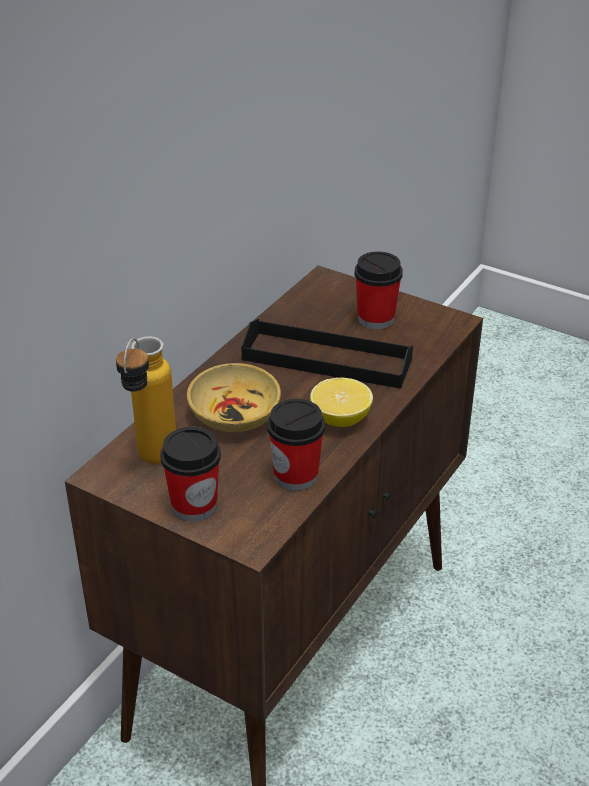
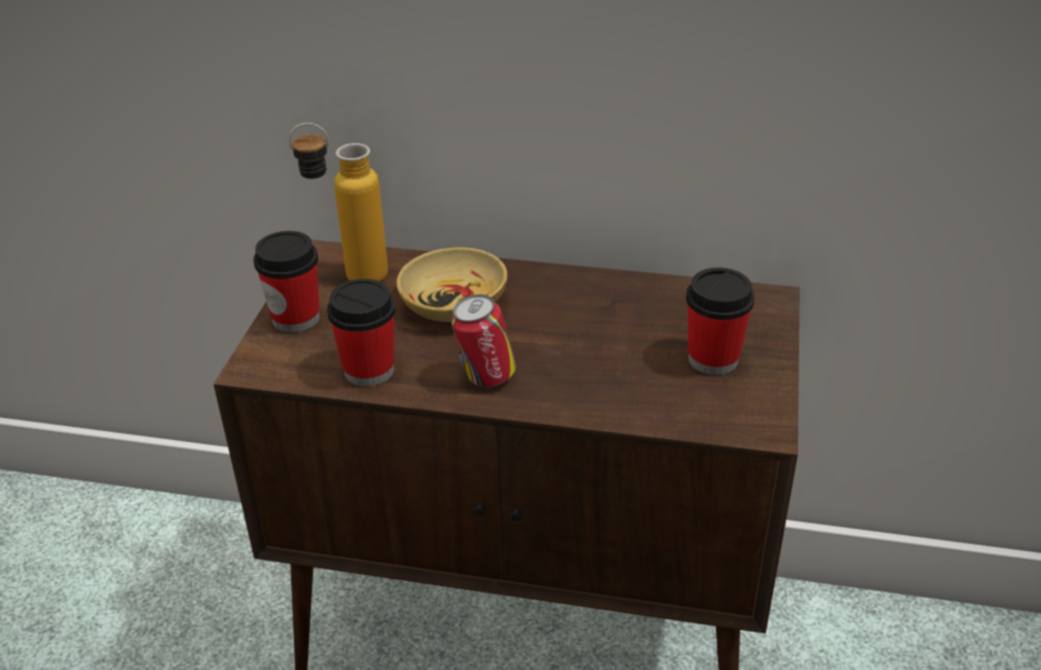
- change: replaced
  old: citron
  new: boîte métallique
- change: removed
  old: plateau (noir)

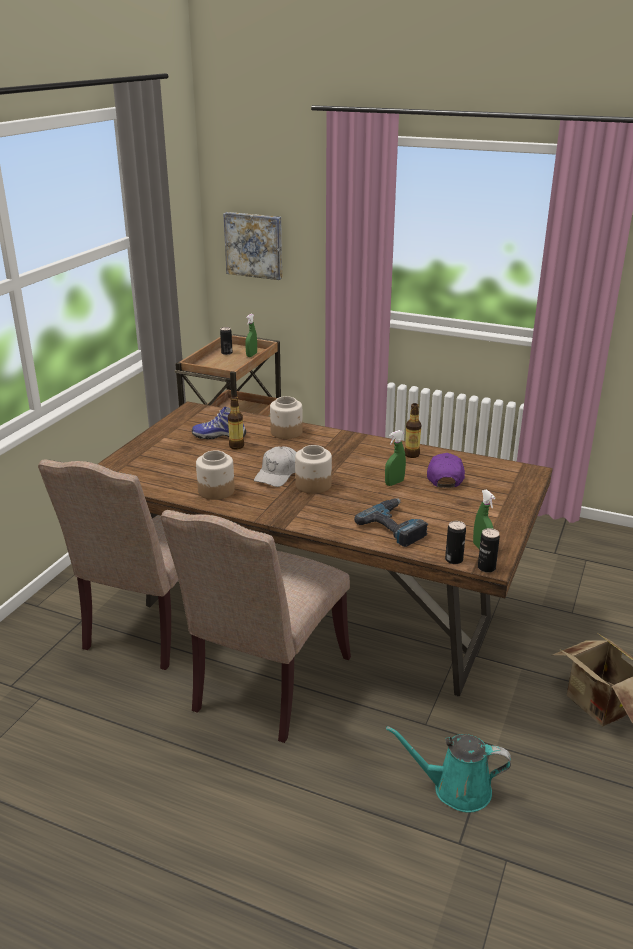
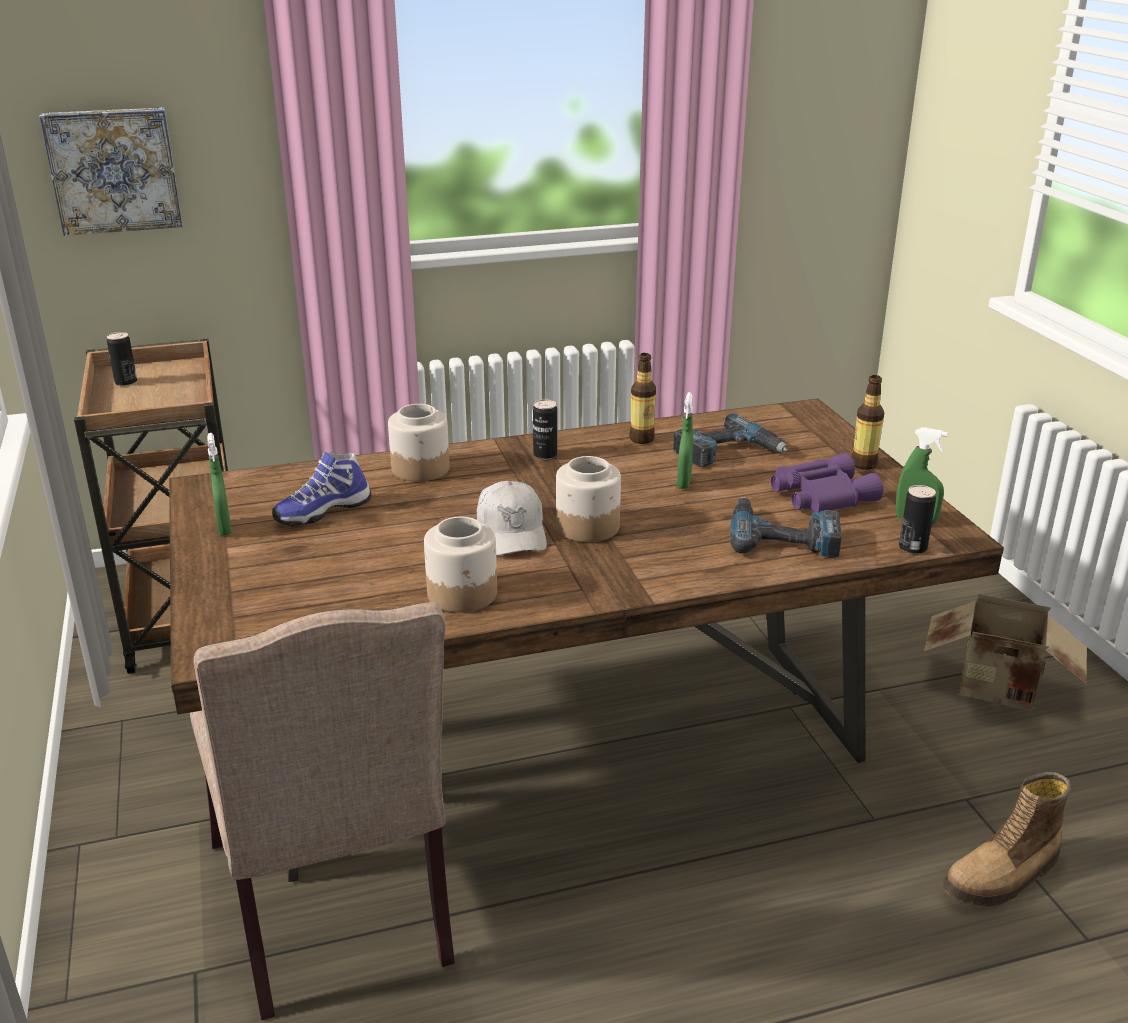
- change: moved
  old: vaporisateur (vert) (1st from left)
- change: moved
  old: boîte métallique (3rd from left in the first image)
  new: boîte métallique (2nd from left)
- change: replaced
  old: casquette (violet)
  new: perceuse (1st from left)
- change: added
  new: jumelles (violet)
- change: moved
  old: bouteille (1st from left in the first image)
  new: bouteille (2nd from left)
- change: replaced
  old: arrosoir (turquoise)
  new: botte
- change: removed
  old: chaise (beige) (2nd from left)

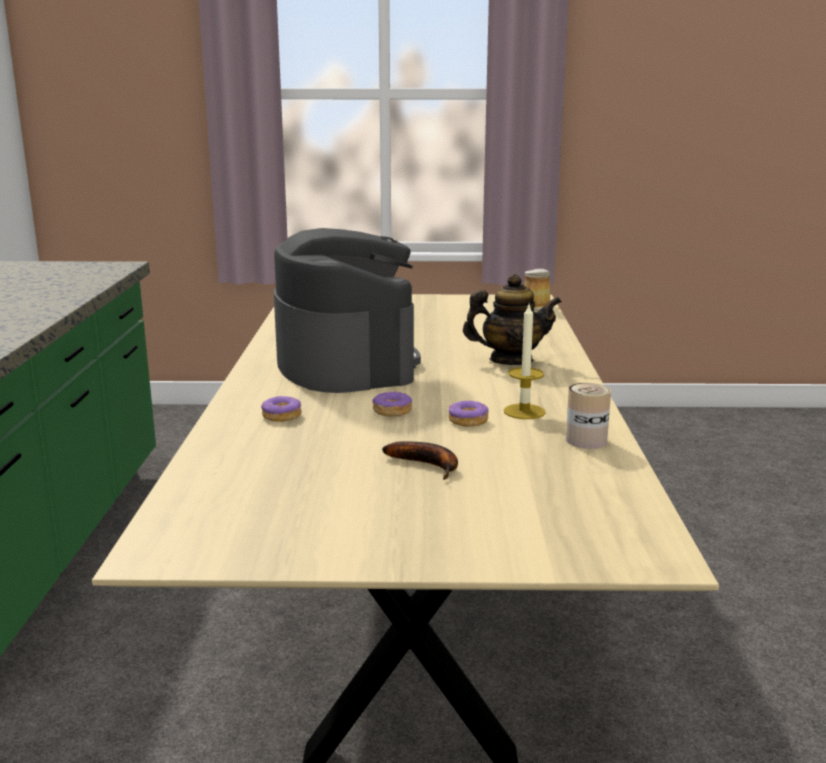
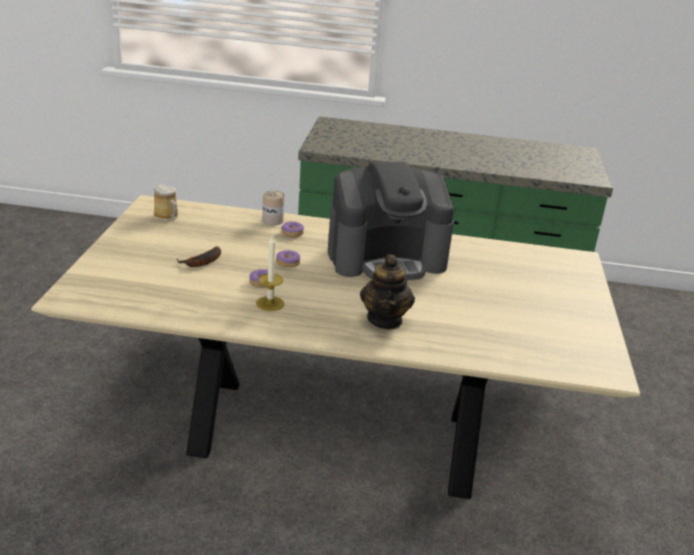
- change: moved
  old: mug
- change: moved
  old: boîte métallique

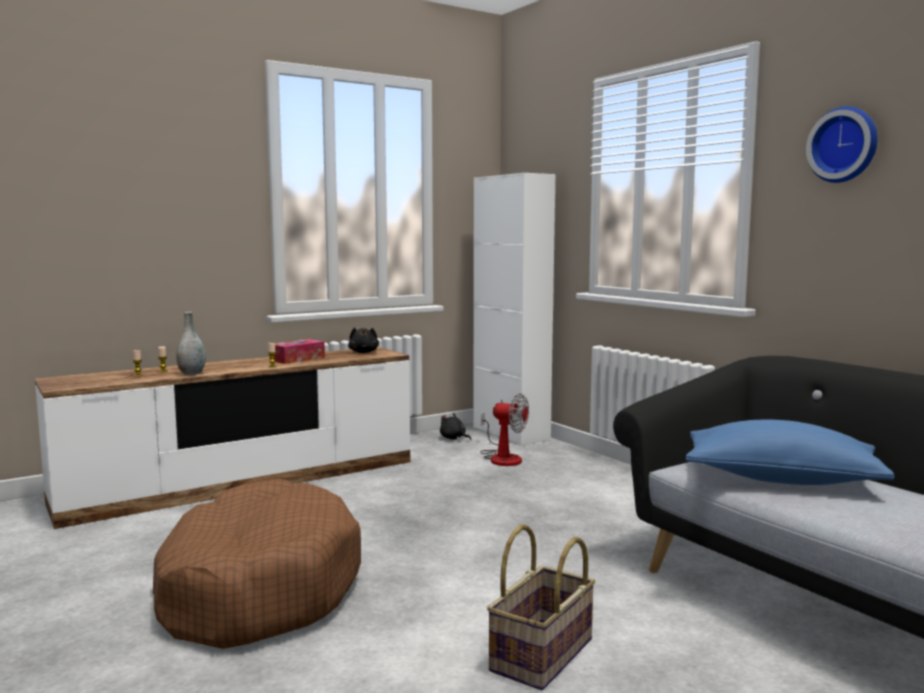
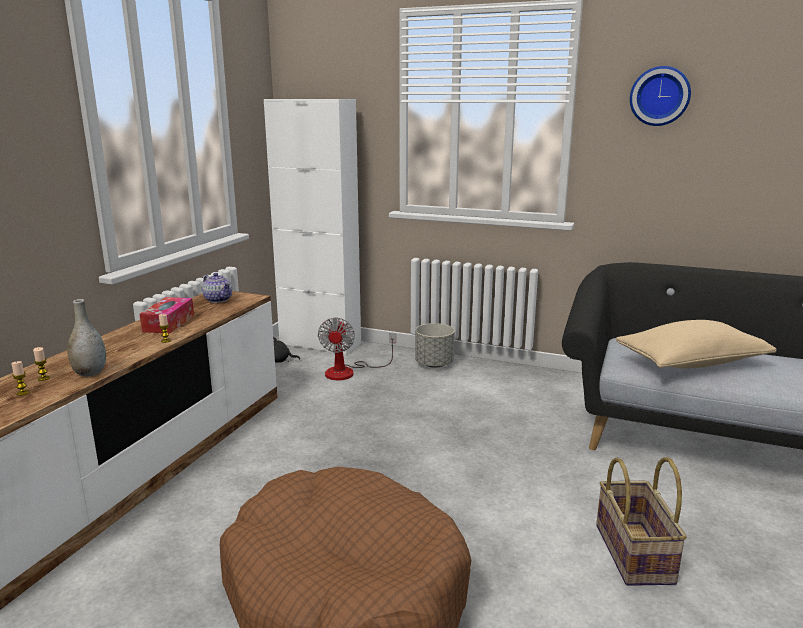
- change: replaced
  old: peluche (noir) (1st from left)
  new: théière
- change: turned
  old: ventilateur
  degrees: 105
- change: added
  new: cache-pot (gris)
- change: recoloured
  old: coussin (bleu)
  new: coussin (beige)

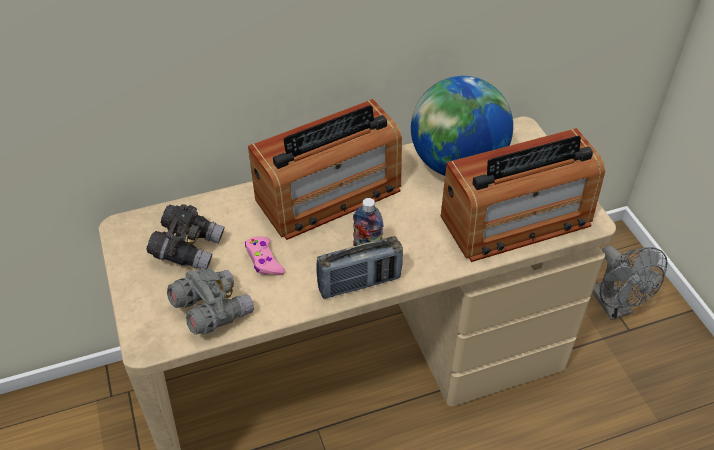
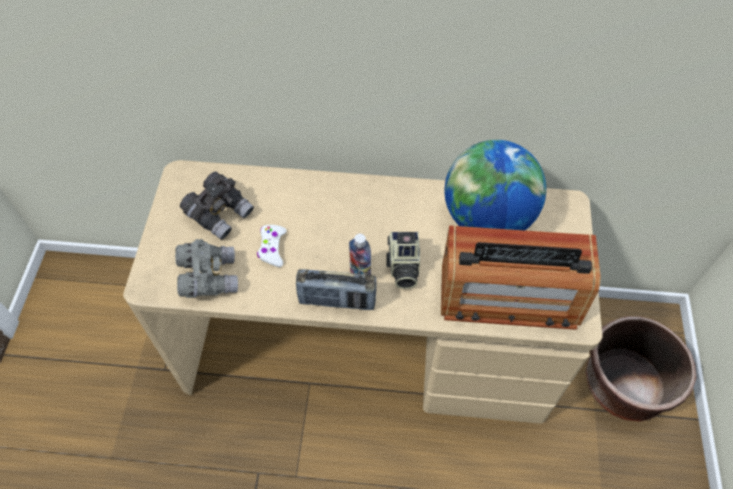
- change: recoloured
  old: manette (rose)
  new: manette (blanc)
- change: added
  new: appareil photo
- change: replaced
  old: ventilateur (gris)
  new: cache-pot (marron)
- change: removed
  old: radio (1st from left)

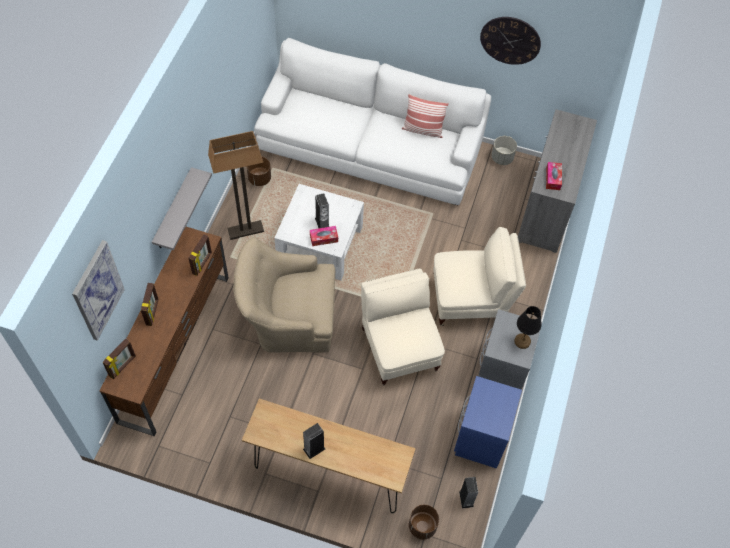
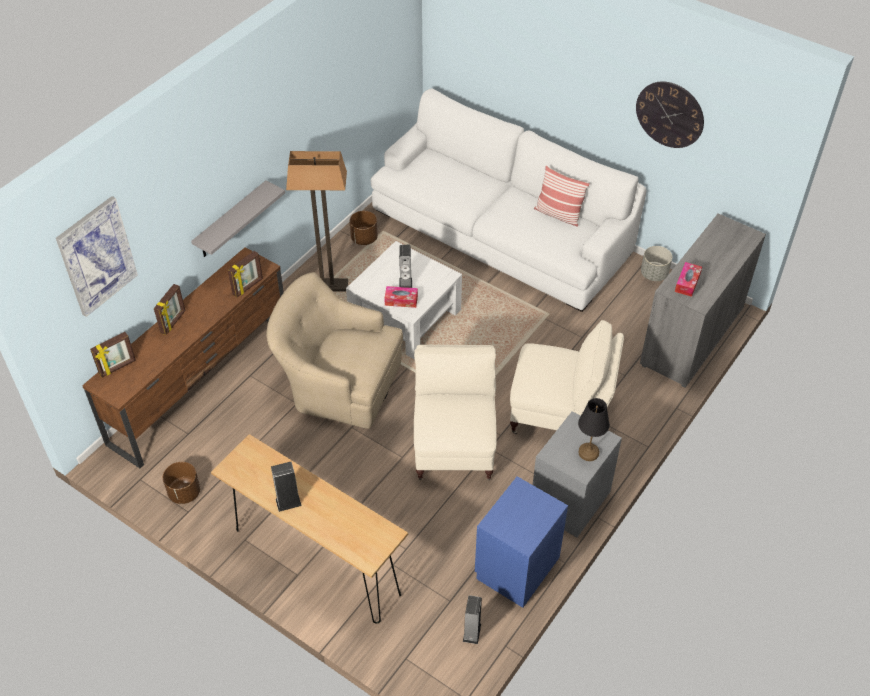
- change: moved
  old: cache-pot (marron) (2nd from left in the first image)
  new: cache-pot (marron) (1st from left)

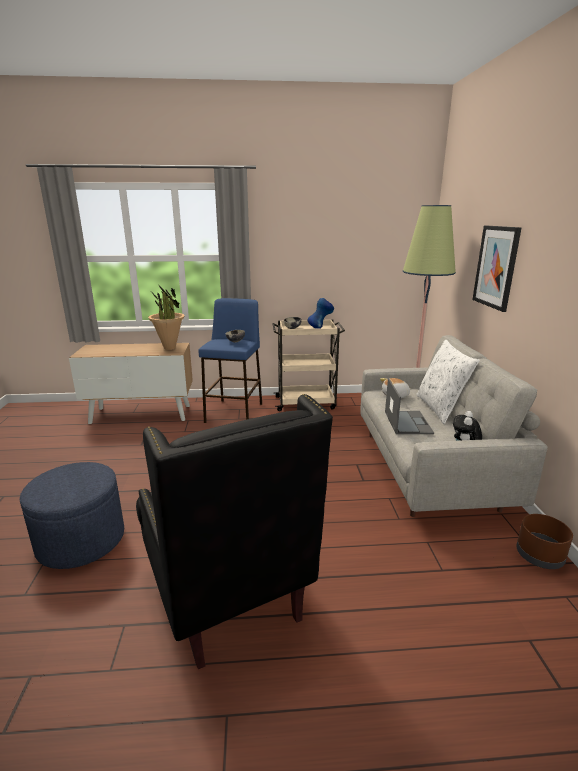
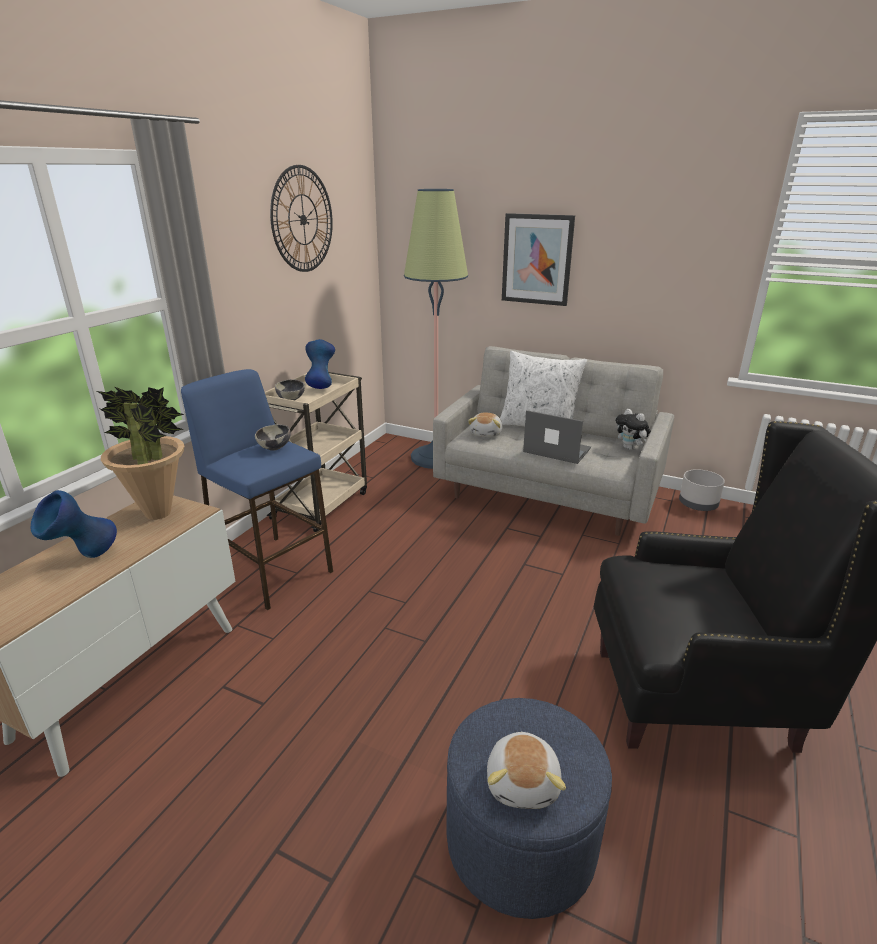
- change: added
  new: vase (bleu) (1st from left)
- change: added
  new: horloge murale
- change: added
  new: peluche (2nd from left)
- change: recoloured
  old: cache-pot (marron)
  new: cache-pot (gris)

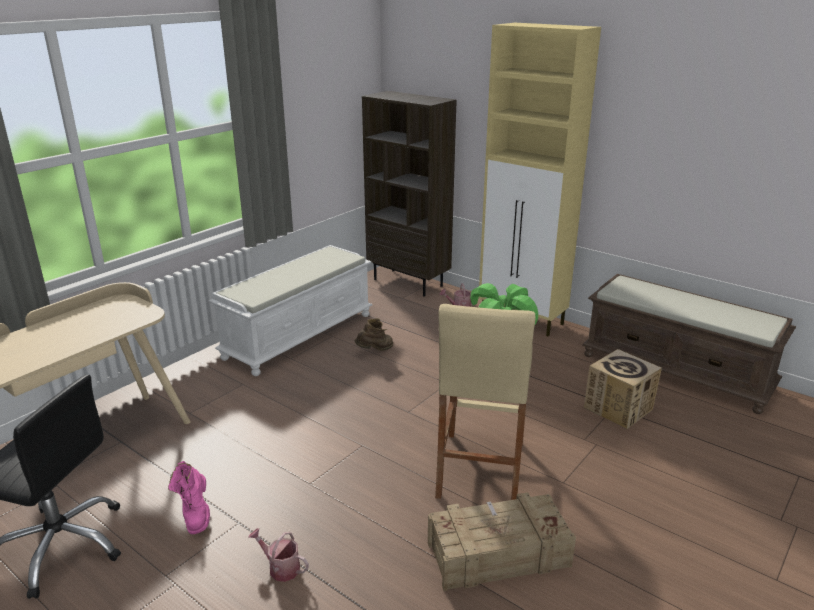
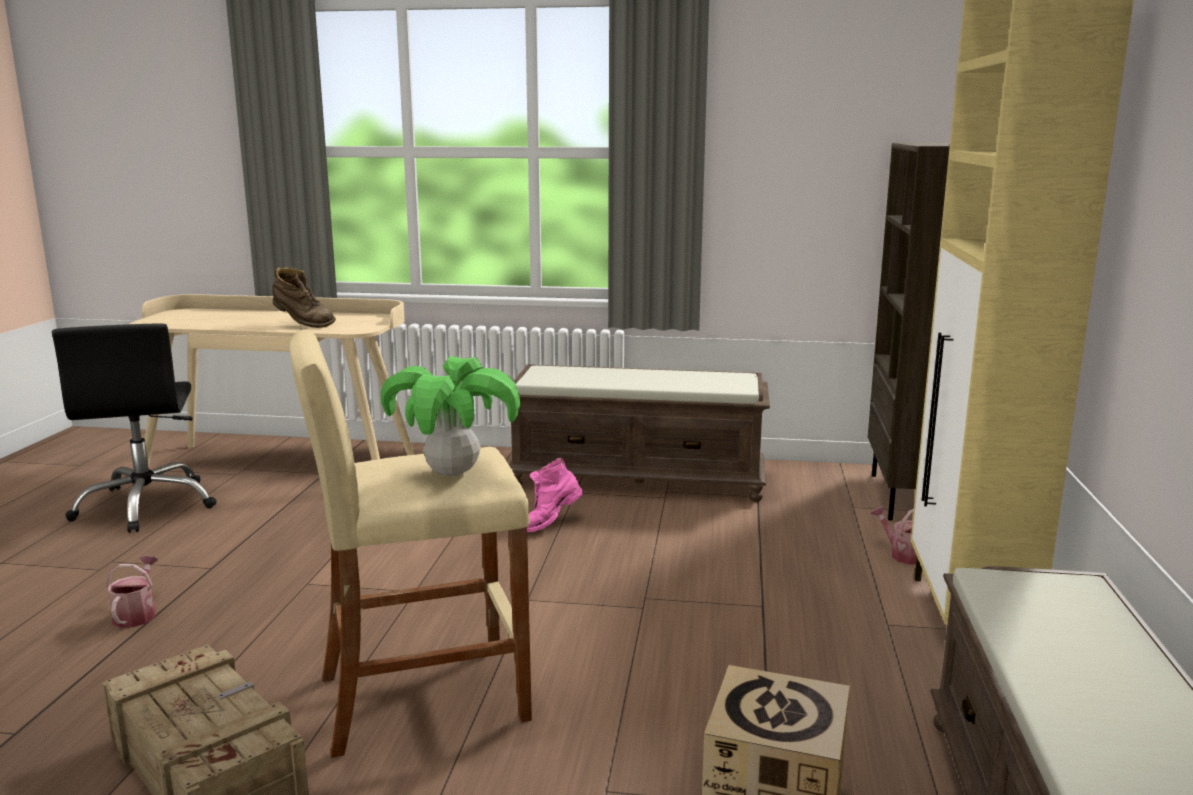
- change: moved
  old: botte (marron)
- change: recoloured
  old: banc (blanc)
  new: banc (marron) (1st from left)
- change: moved
  old: botte (rose)

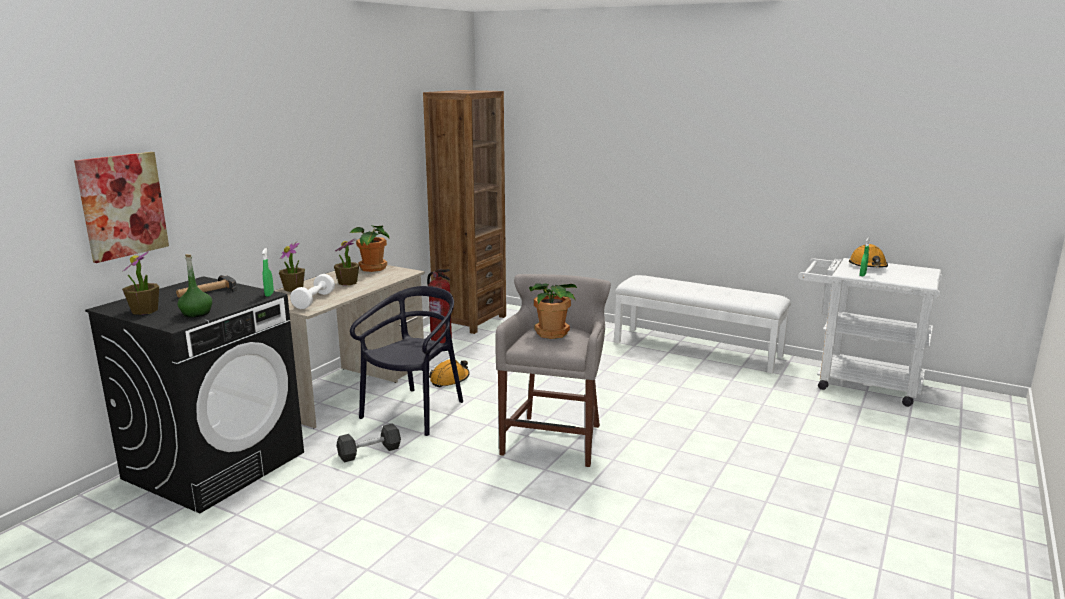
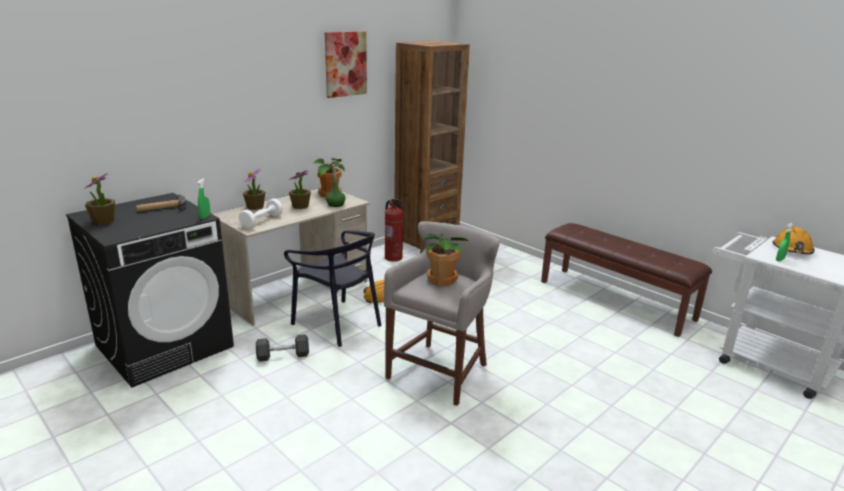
- change: turned
  old: chaise (noir)
  degrees: 90
- change: moved
  old: tableau
- change: moved
  old: bouteille (vert)
- change: recoloured
  old: banc (blanc)
  new: banc (marron)

